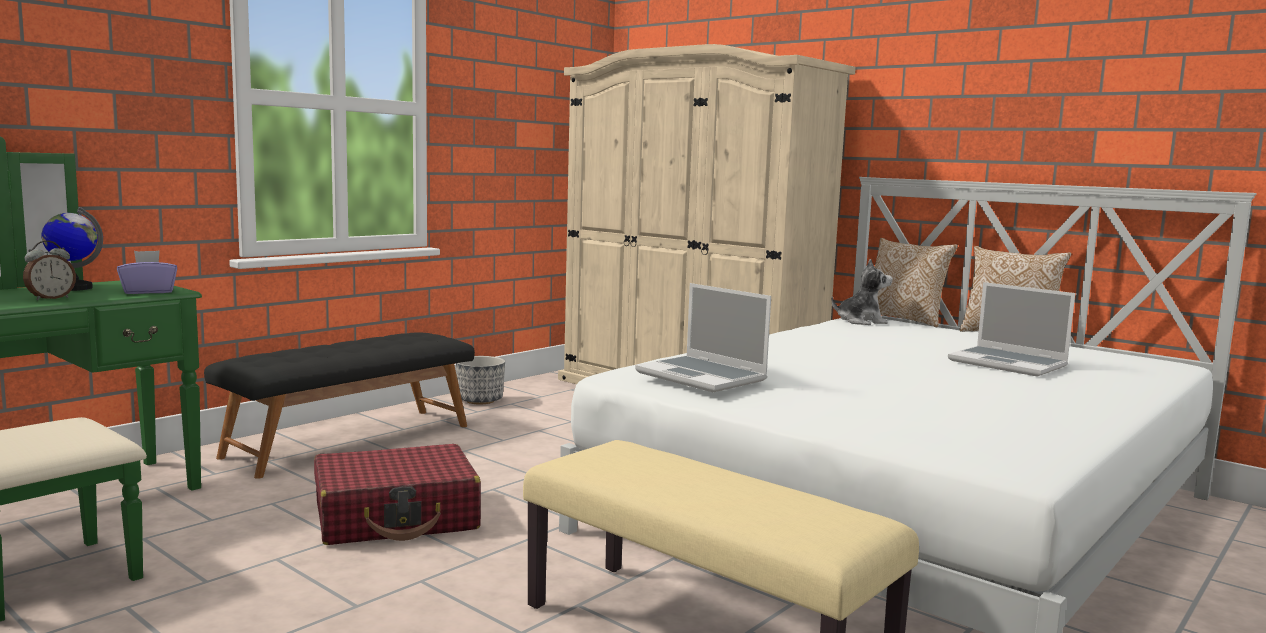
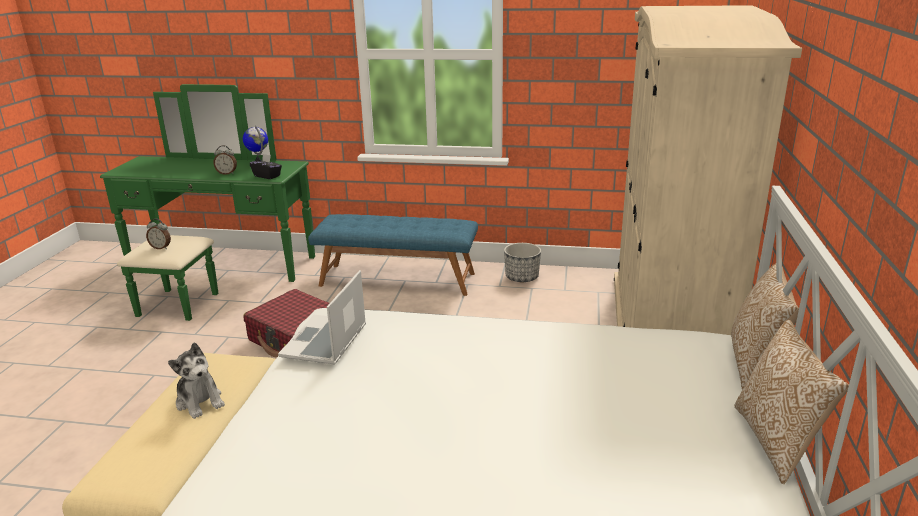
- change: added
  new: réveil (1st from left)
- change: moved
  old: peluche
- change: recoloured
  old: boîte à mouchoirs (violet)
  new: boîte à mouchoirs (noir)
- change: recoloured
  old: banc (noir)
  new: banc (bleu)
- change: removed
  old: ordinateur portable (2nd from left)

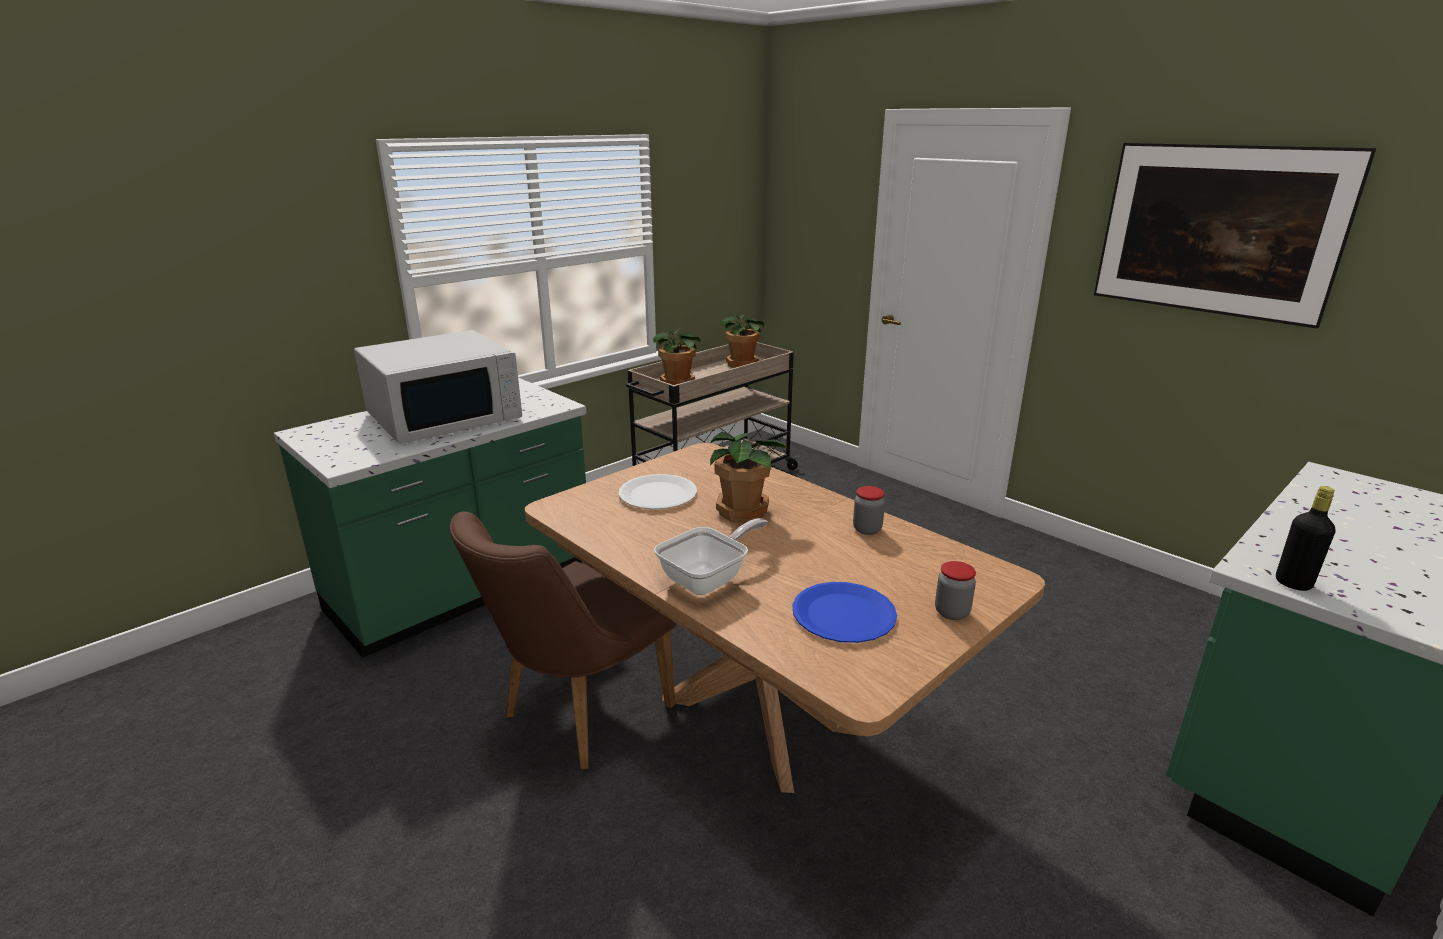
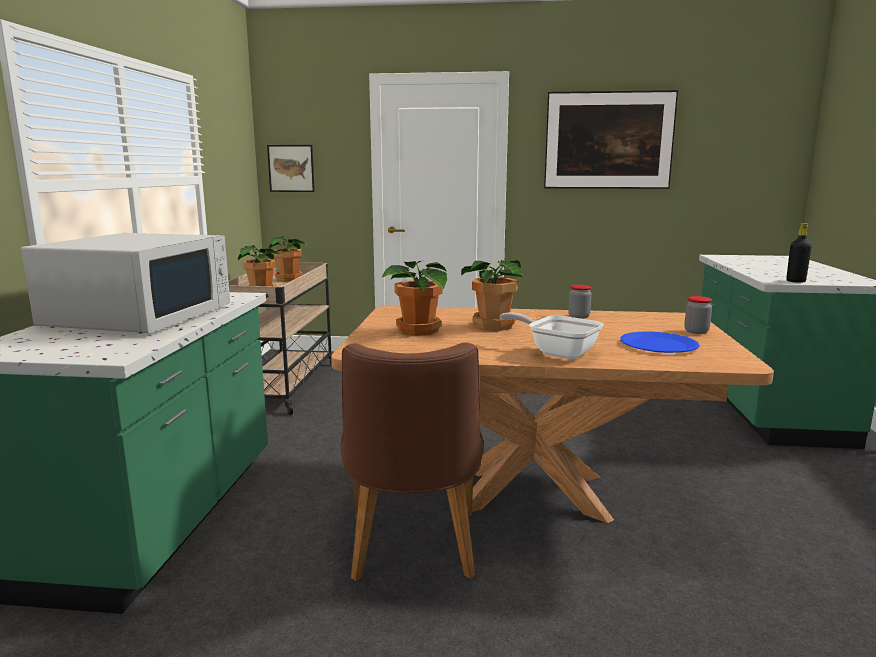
- change: added
  new: tableau (1st from left)
- change: replaced
  old: assiette (blanc)
  new: plante en pot (3rd from left)
- change: turned
  old: poêle
  degrees: -60

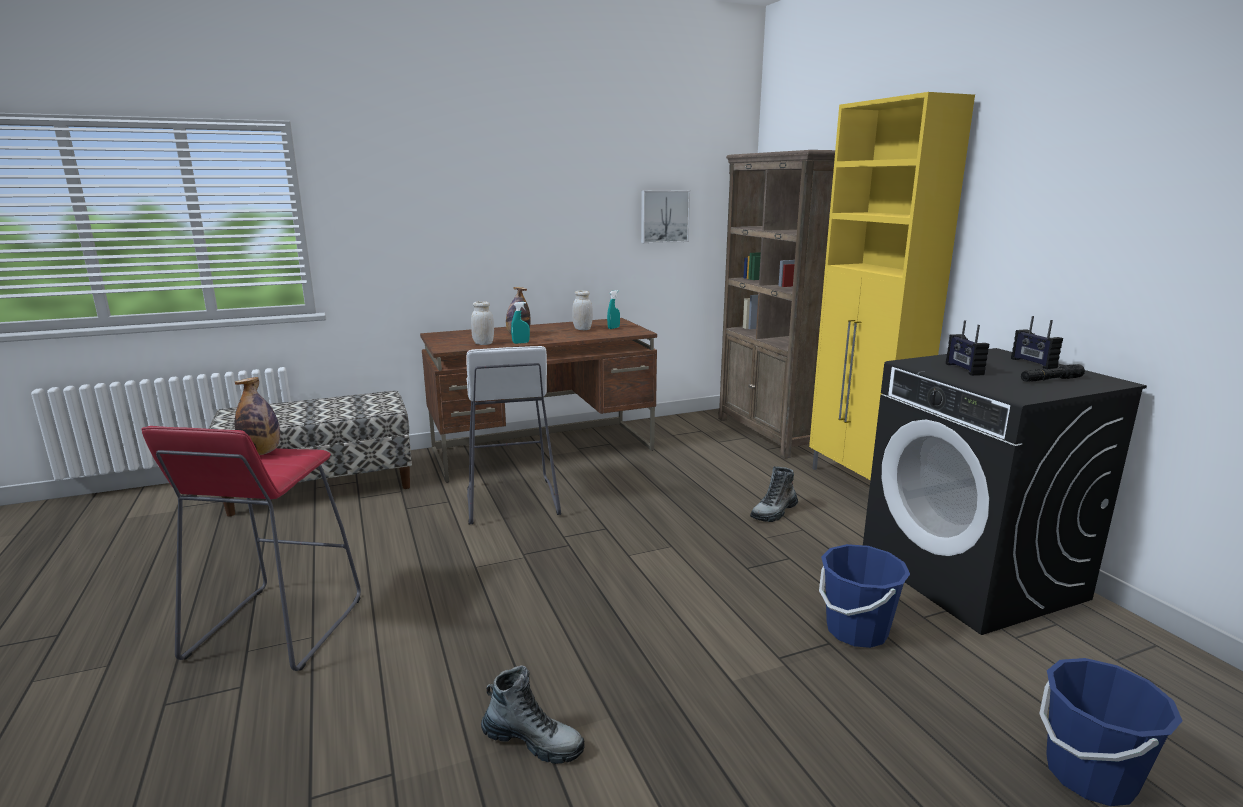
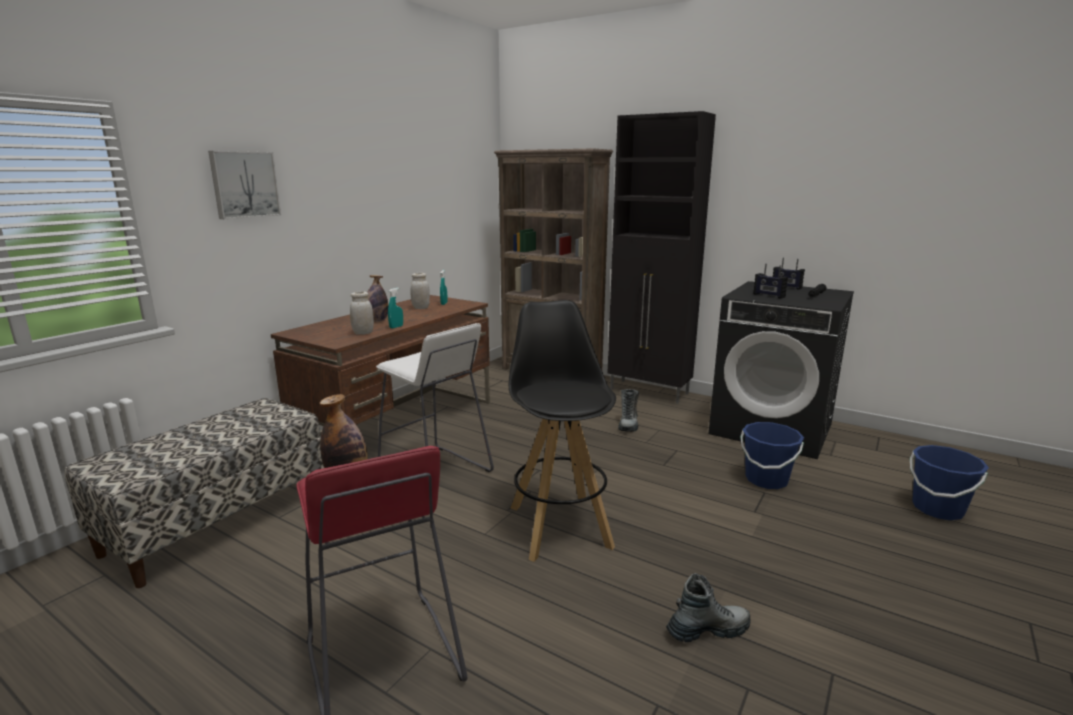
- change: moved
  old: tableau
- change: added
  new: tabouret (noir)
- change: recoloured
  old: meuble de rangement (jaune)
  new: meuble de rangement (noir)

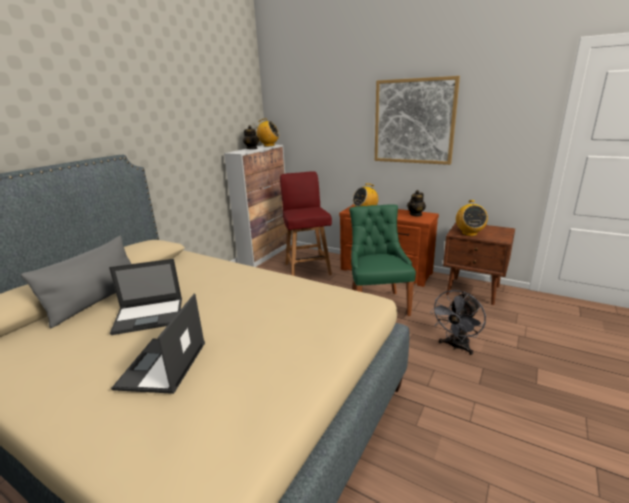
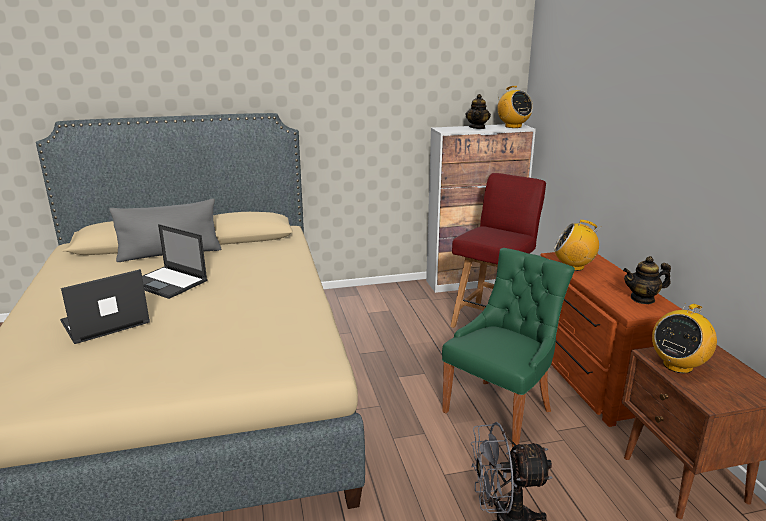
- change: removed
  old: tableau

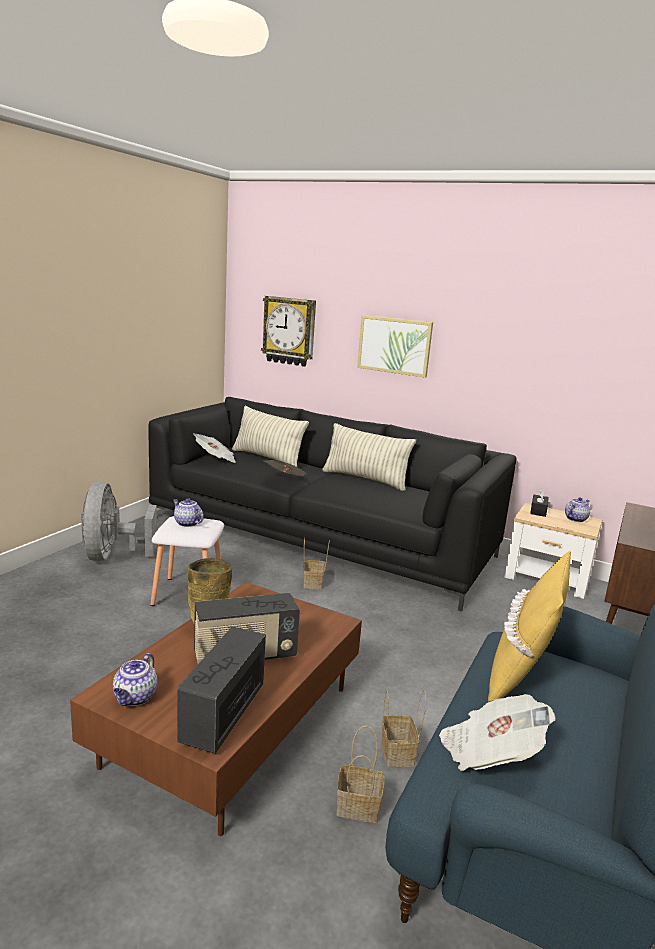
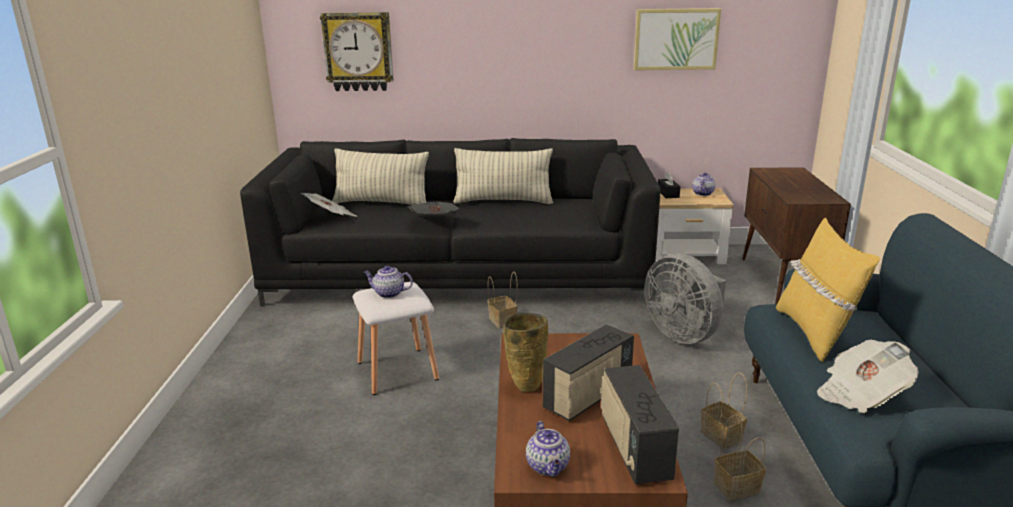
- change: moved
  old: tableau
- change: moved
  old: ventilateur (gris)

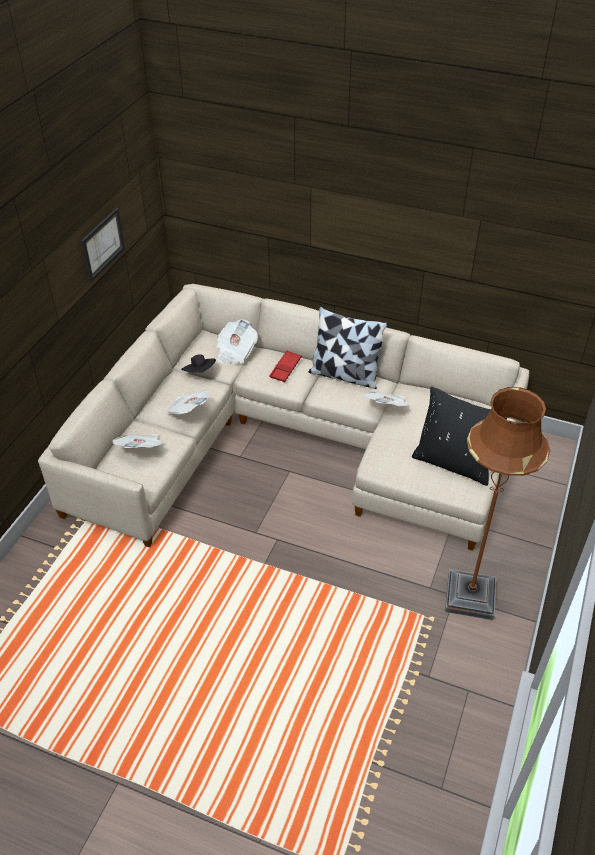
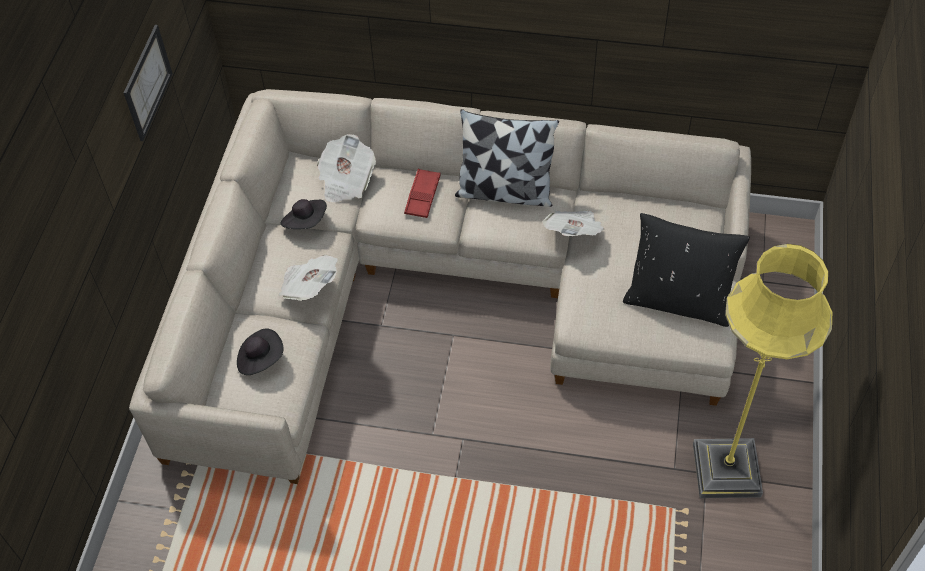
- change: replaced
  old: journal (1st from left)
  new: chapeau (noir) (1st from left)
- change: recoloured
  old: lampadaire (marron)
  new: lampadaire (jaune)

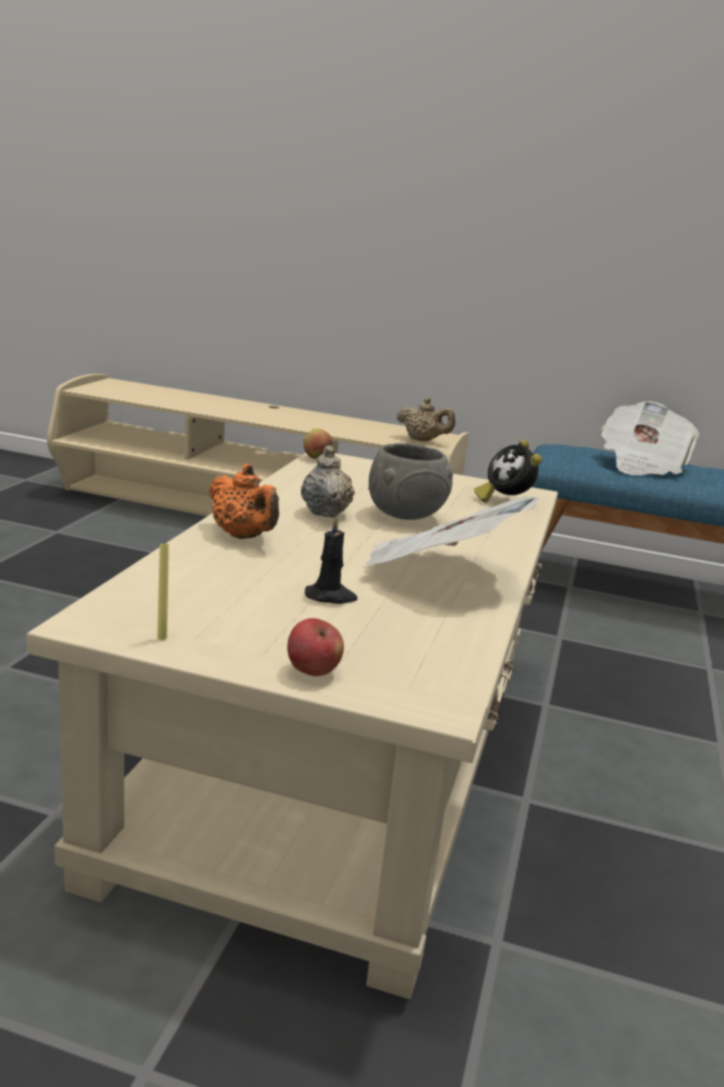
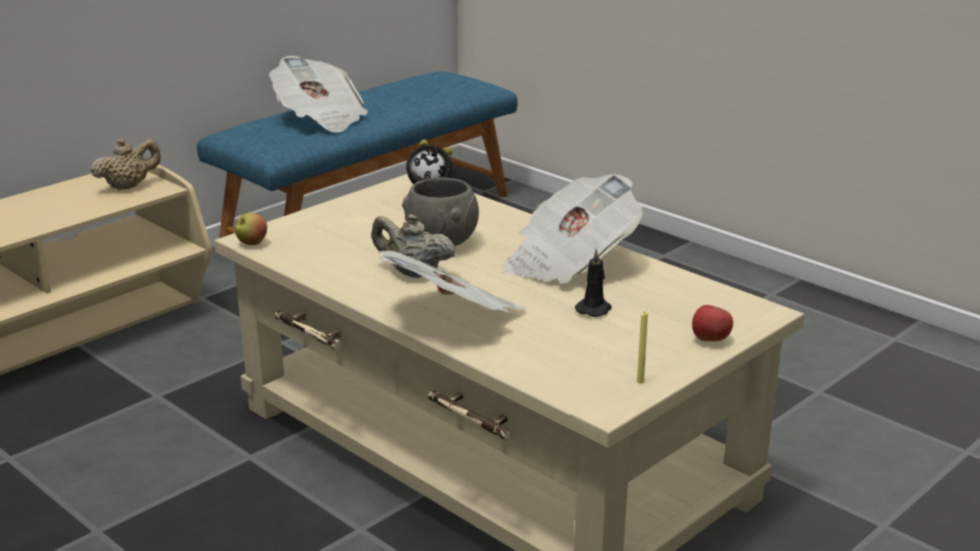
- change: replaced
  old: théière (orange)
  new: journal (2nd from left)

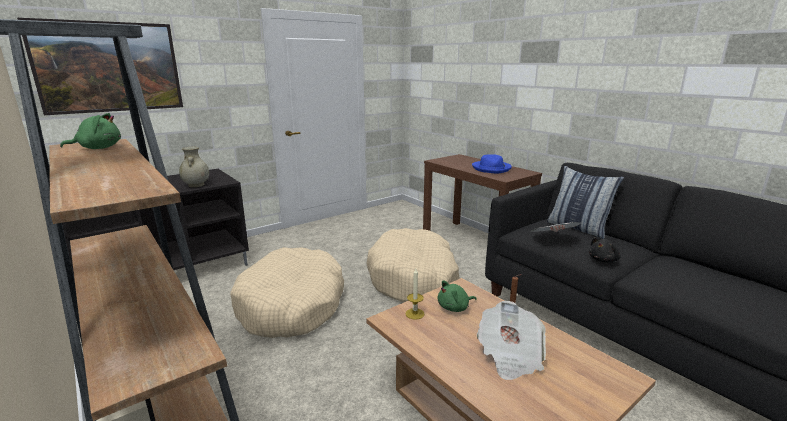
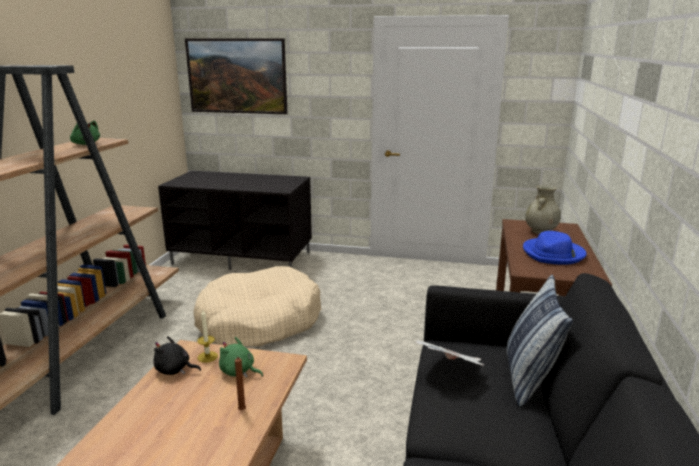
- change: moved
  old: peluche (noir)
- change: moved
  old: vase (beige)
- change: removed
  old: panier pour chien (beige) (2nd from left)
- change: removed
  old: journal (1st from left)

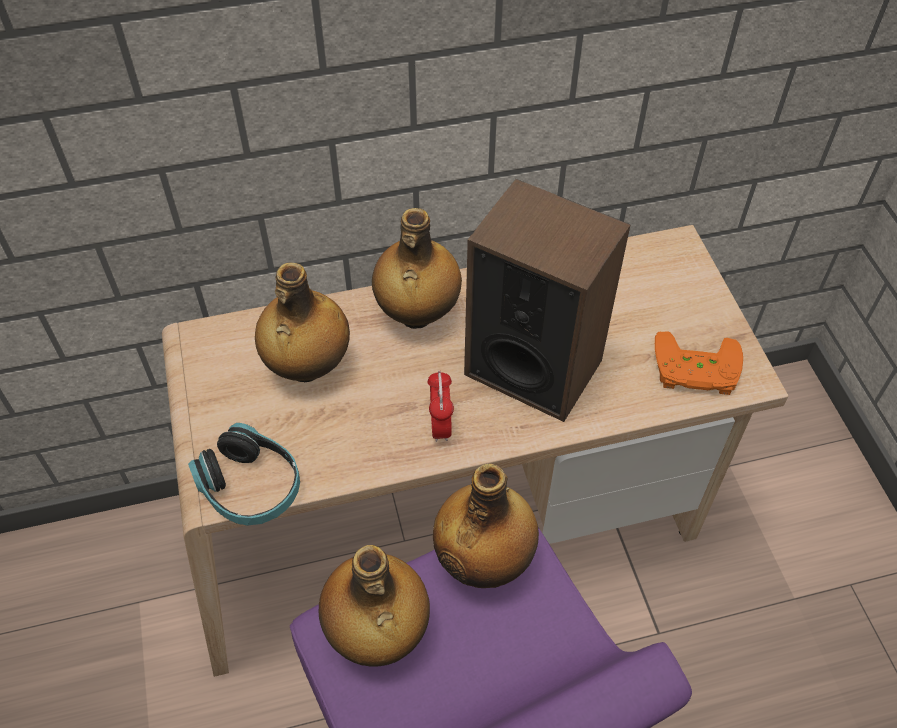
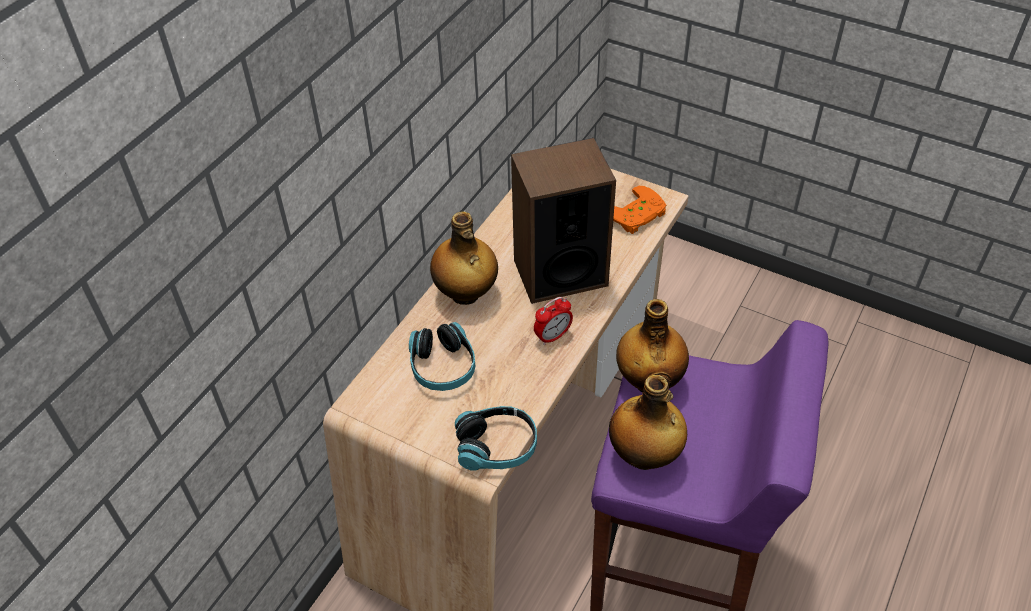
- change: replaced
  old: bouteille (1st from left)
  new: casque audio (1st from left)
- change: turned
  old: réveil
  degrees: -75

